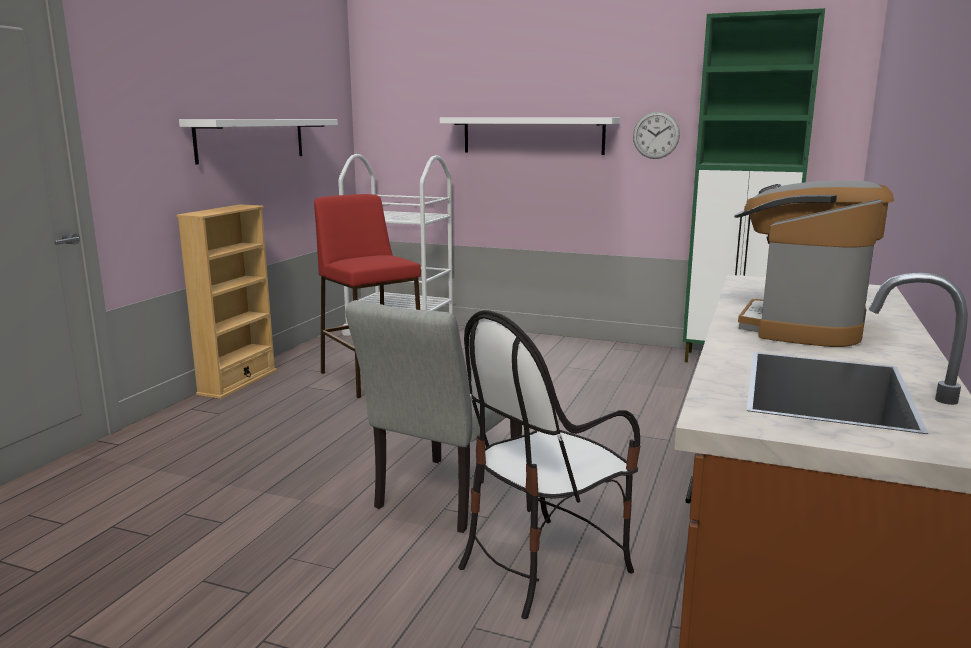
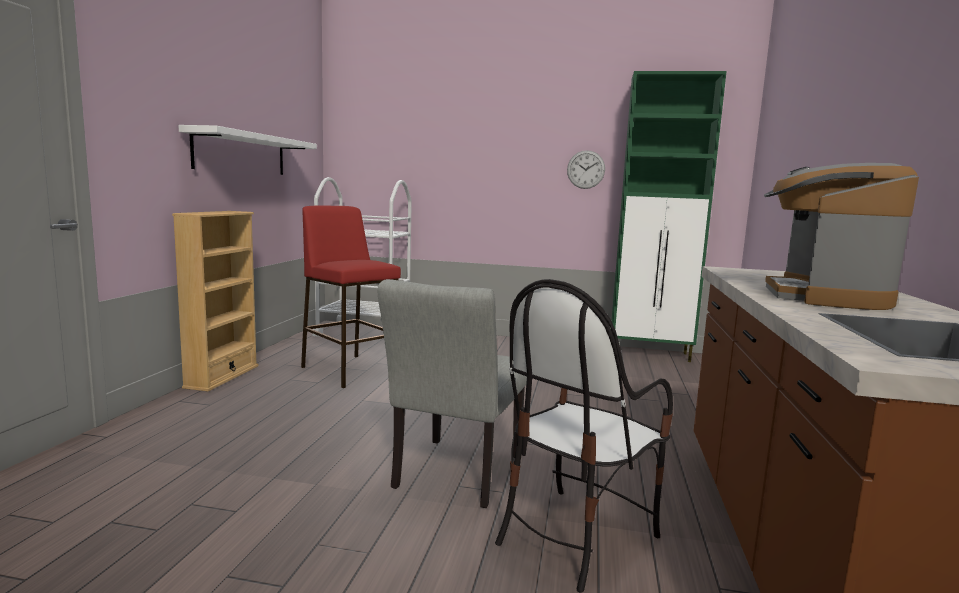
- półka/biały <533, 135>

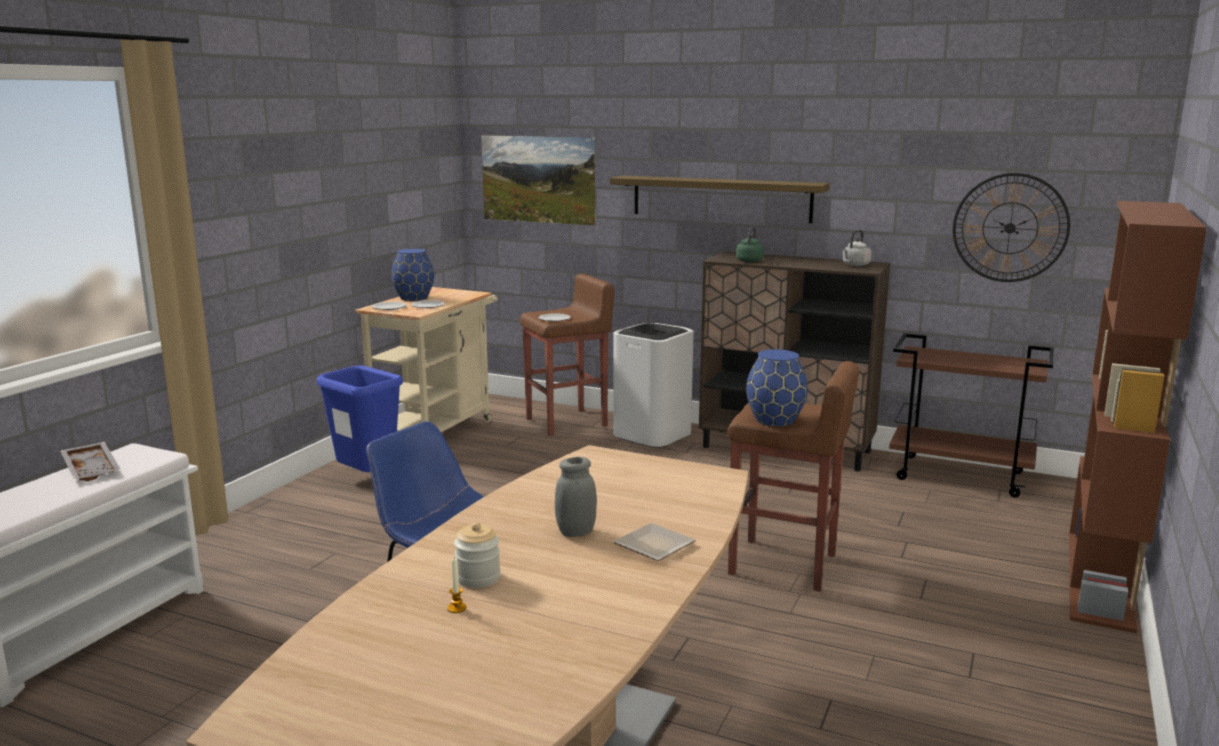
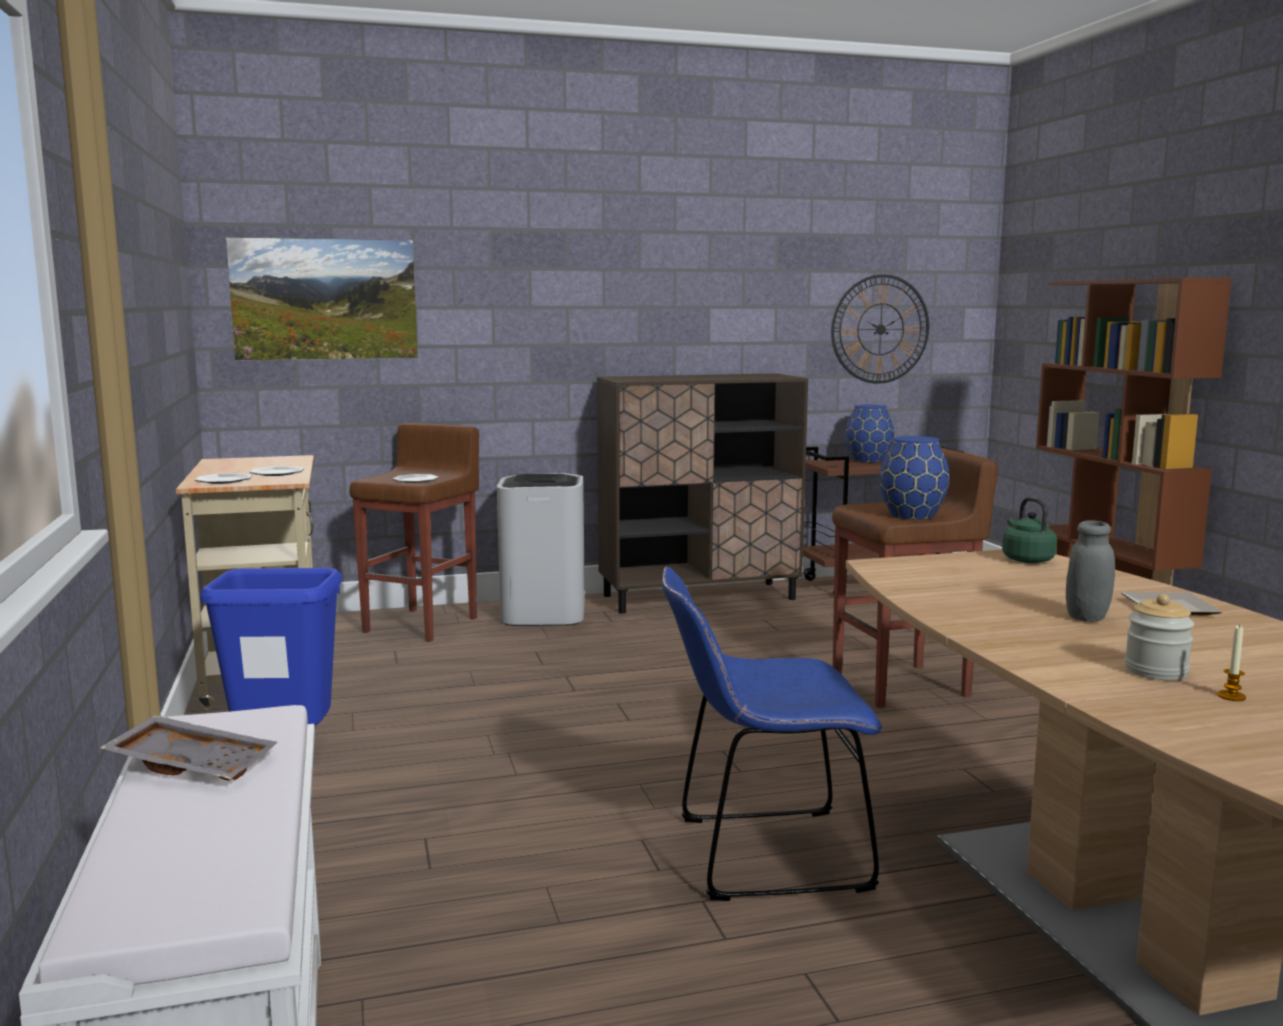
~ wazon/niebieski <414, 298> to <868, 460>
~ czajnik/zielony <750, 260> to <1026, 559>
- półka <721, 198>
- czajnik/szary <855, 265>

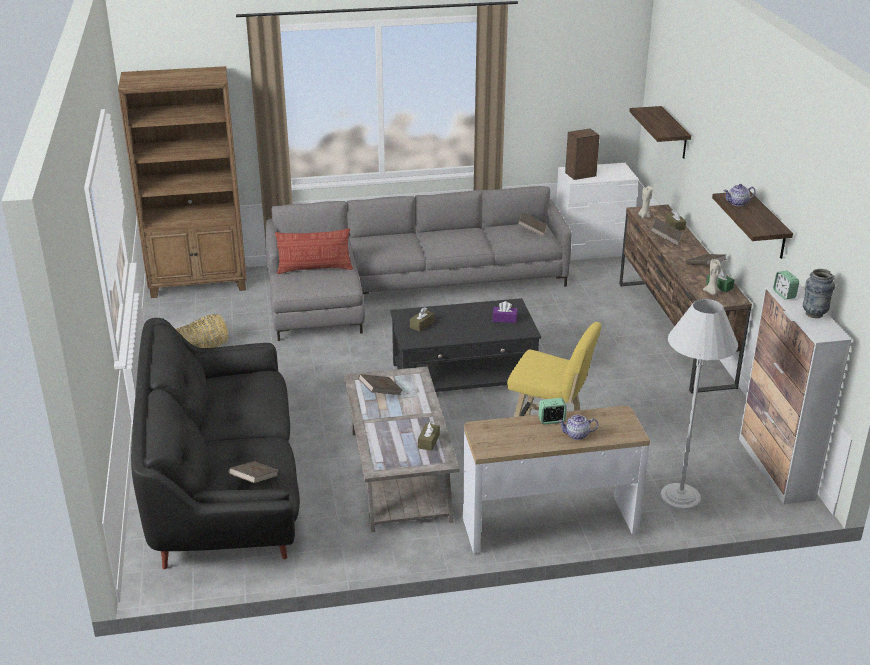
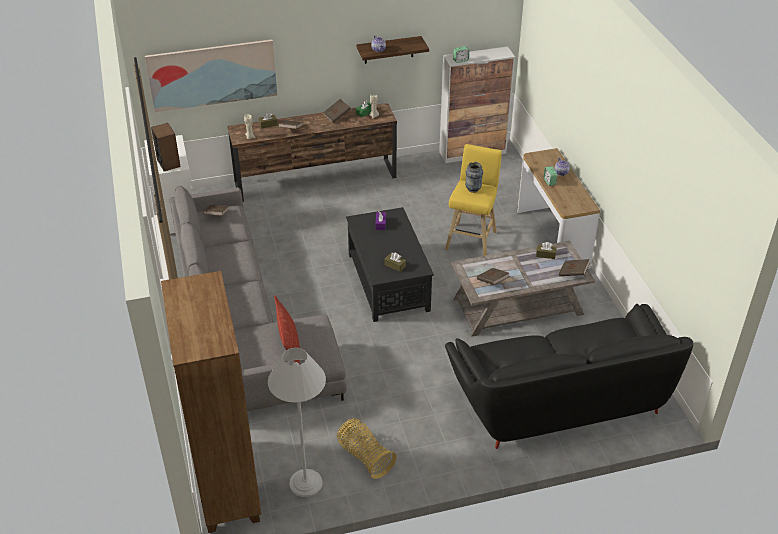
~ półka <674, 133> to obraz <212, 75>
~ lampa stojąca/biały <680, 497> to <306, 483>
~ wazon <814, 314> to <473, 189>
~ książka/brązowy <254, 480> to <573, 273>

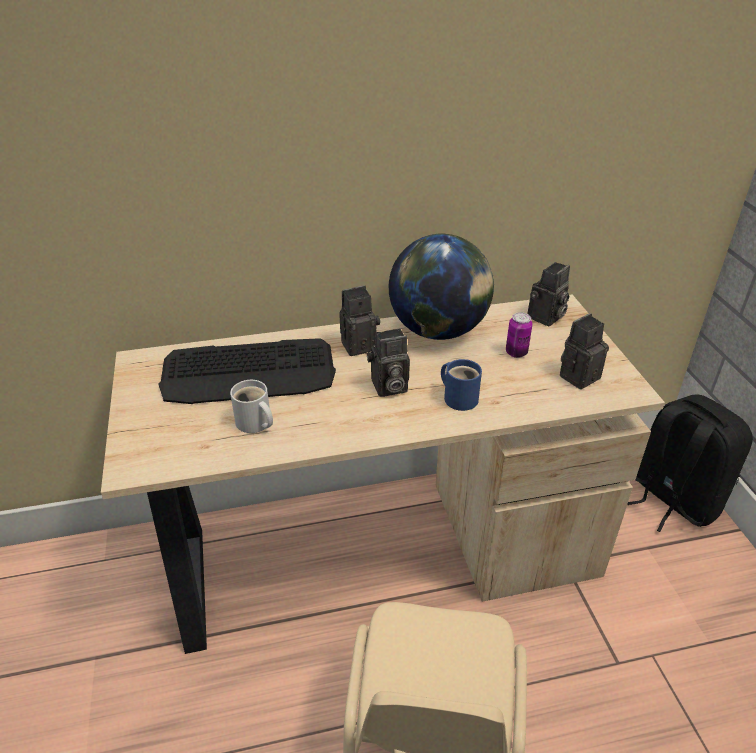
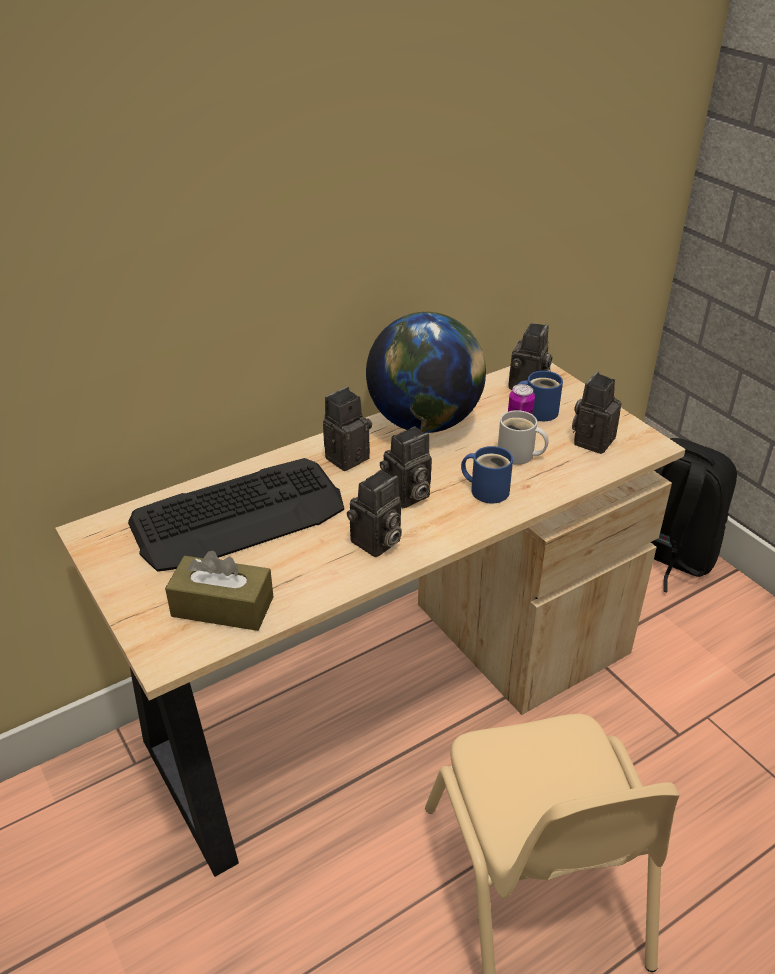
+ pudełko chusteczek/brązowy <222, 607>
+ aparat fotograficzny <376, 543>
~ kubek/biały <254, 424> to <518, 455>
+ kubek/niebieski <537, 411>

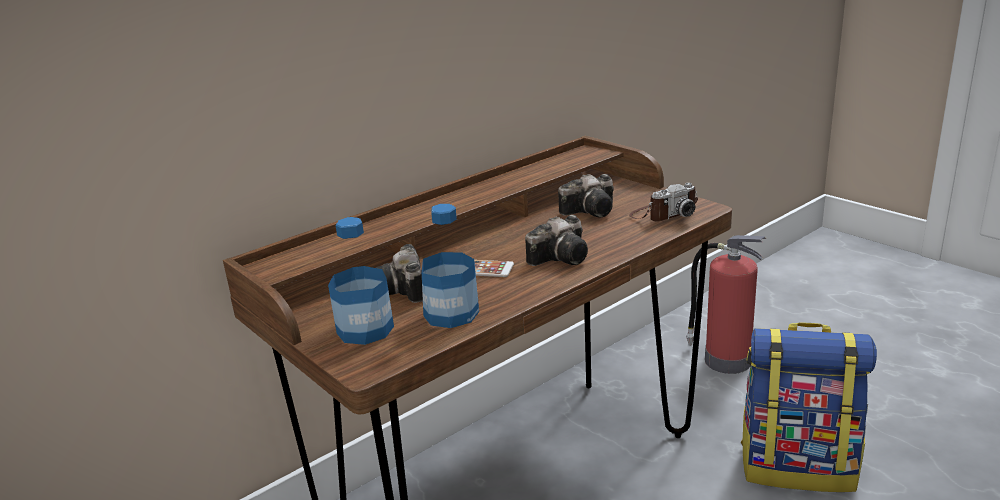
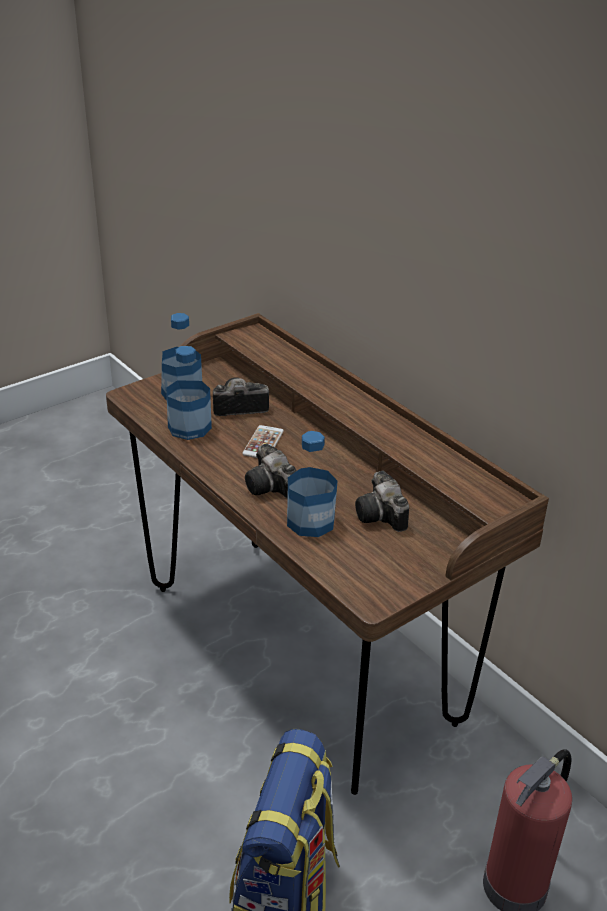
+ butelka <310, 521>
- aparat fotograficzny <664, 214>

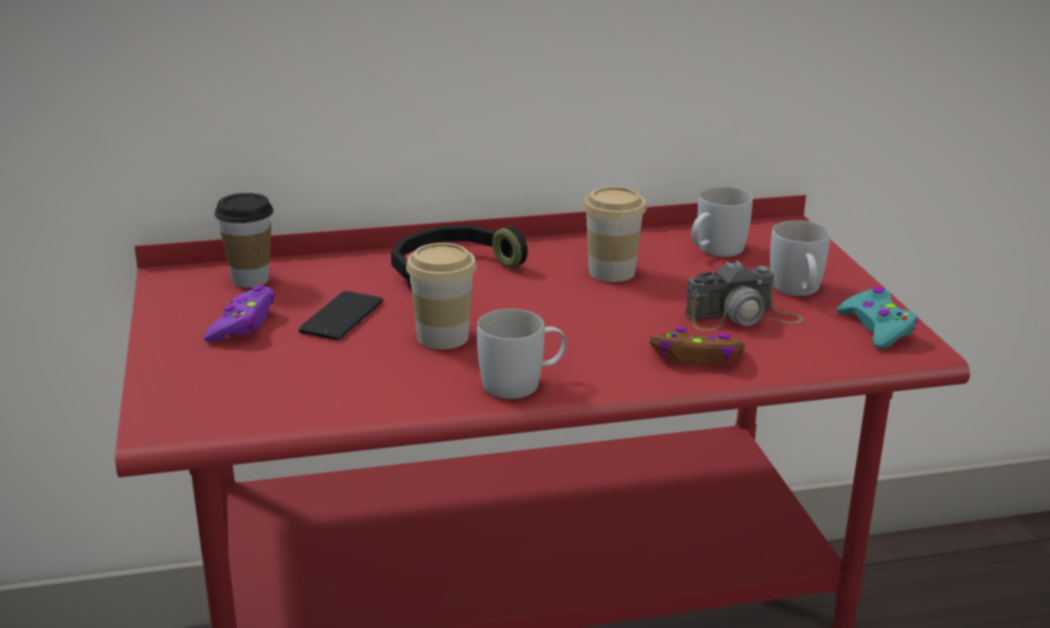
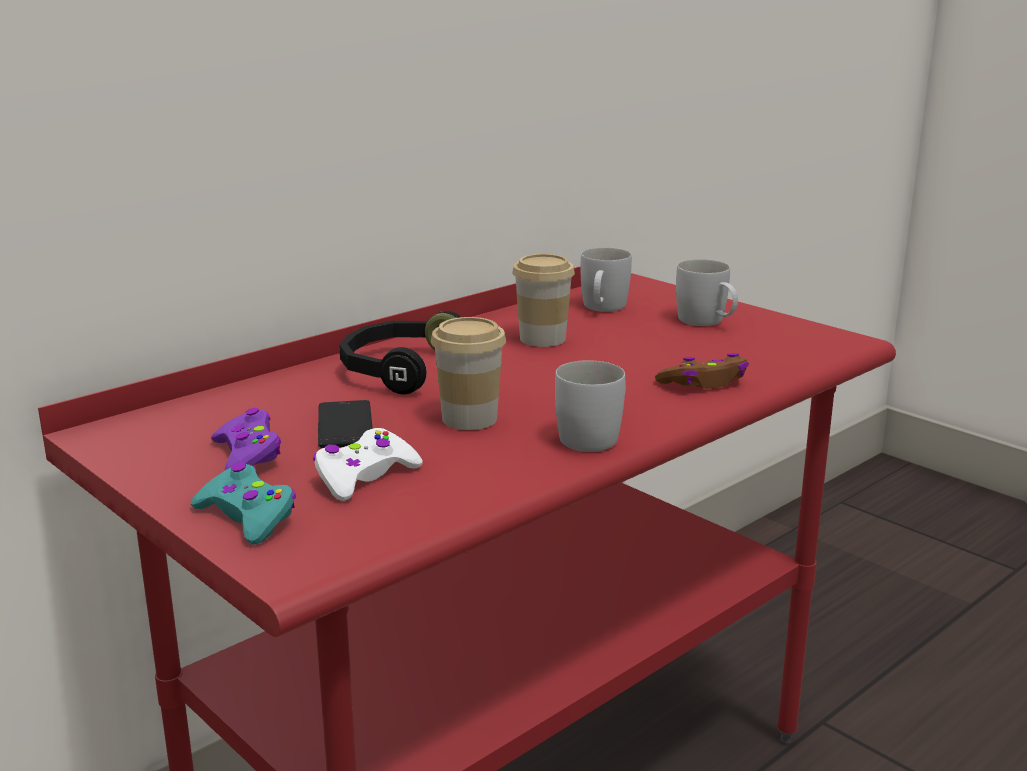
~ pad do gier/turkusowy <877, 328> to <247, 516>
+ pad do gier/biały <364, 476>
- filiżanka <250, 280>
- aparat fotograficzny <743, 317>

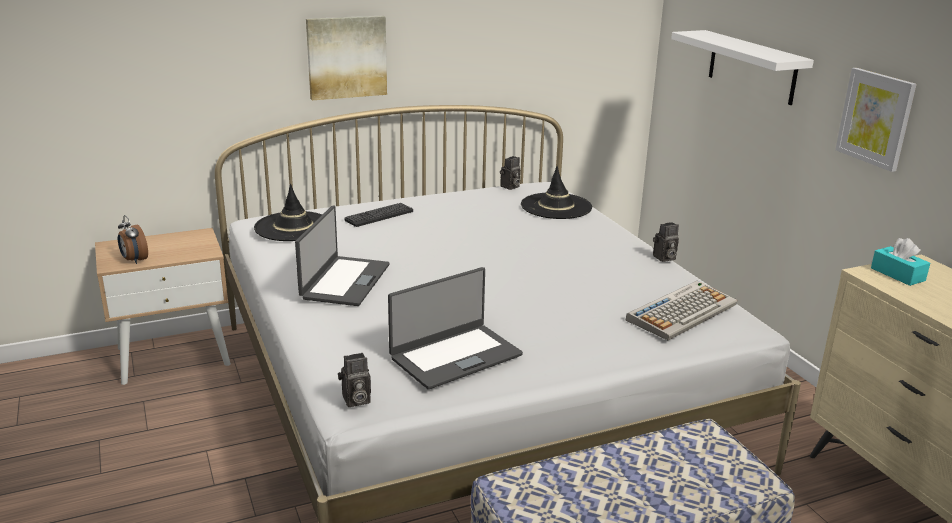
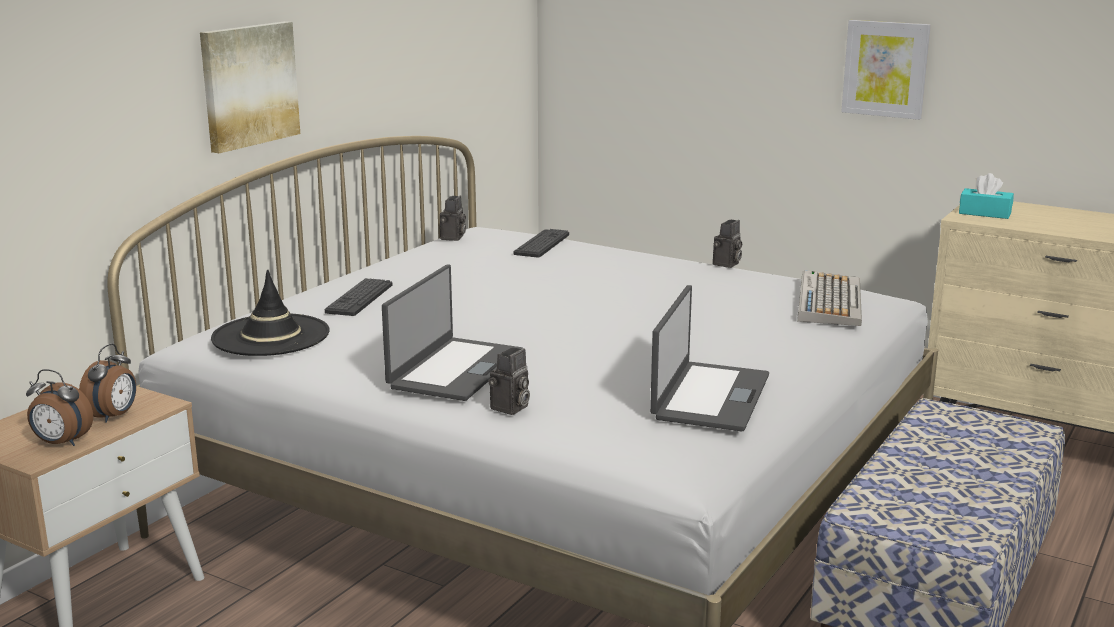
+ budzik <114, 416>
~ laptop <344, 281> = <454, 369> 45 degrees clockwise
~ aparat fotograficzny <355, 400> to <510, 408>
~ kapelusz/czarny <556, 206> to klawiatura <542, 244>
- półka/biały <752, 67>

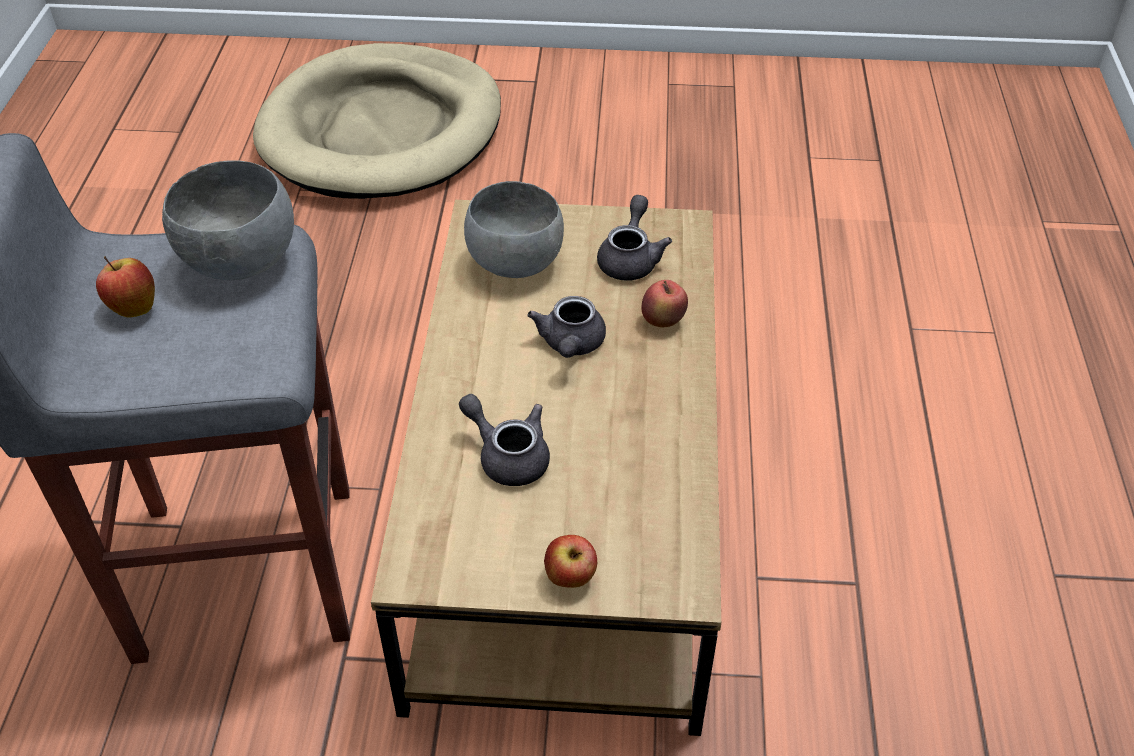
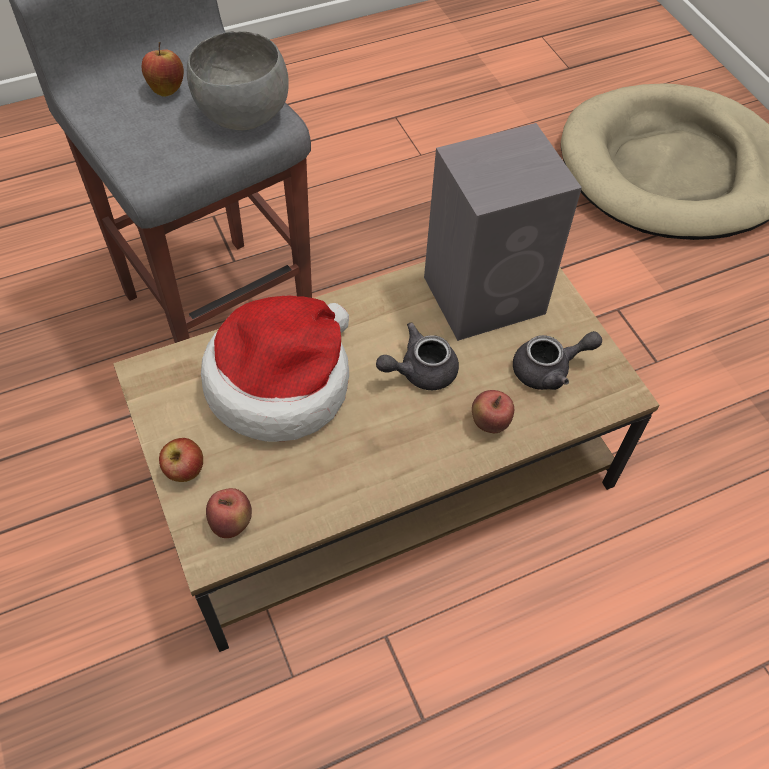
~ imbryk/szary <508, 456> to kapelusz <281, 381>
+ jabłko <232, 523>
~ miska/szary <514, 262> to głośnik/szary <487, 294>

